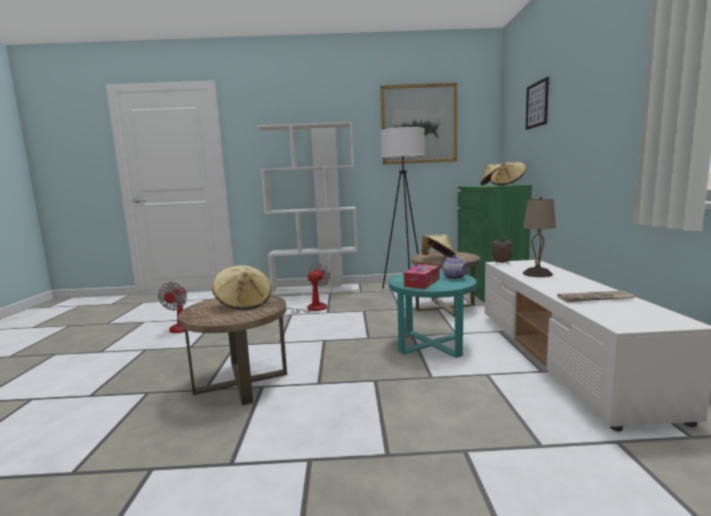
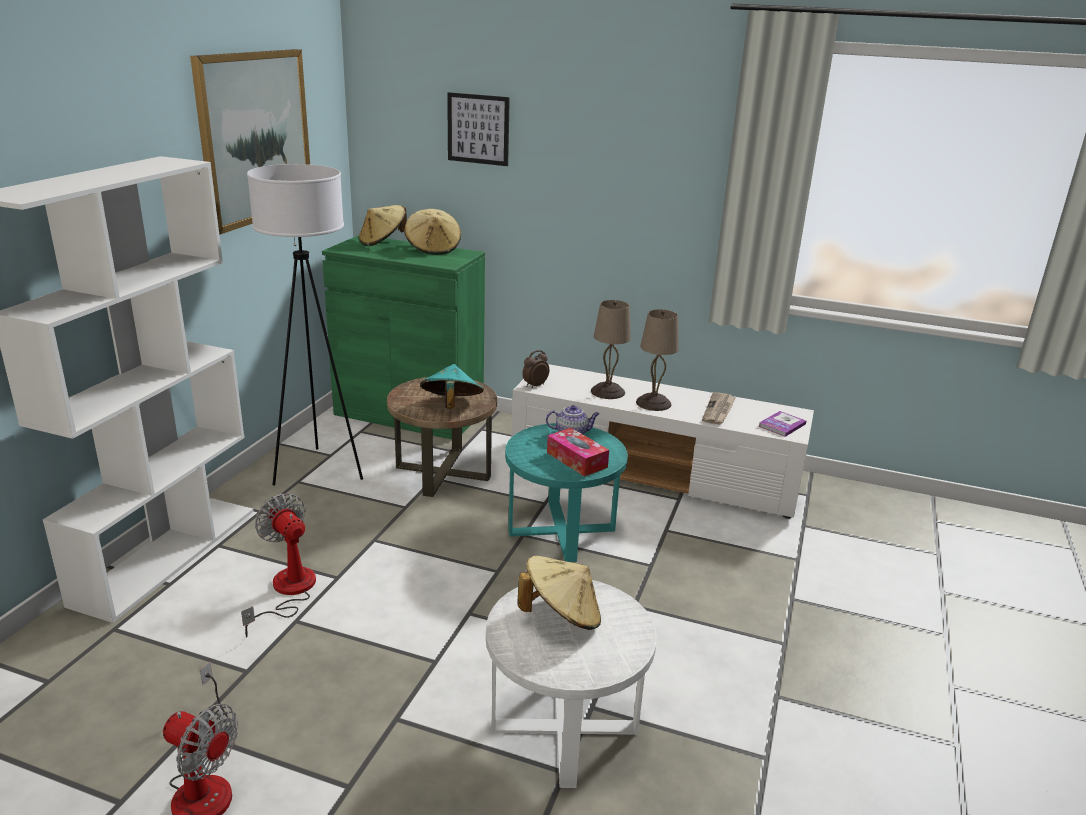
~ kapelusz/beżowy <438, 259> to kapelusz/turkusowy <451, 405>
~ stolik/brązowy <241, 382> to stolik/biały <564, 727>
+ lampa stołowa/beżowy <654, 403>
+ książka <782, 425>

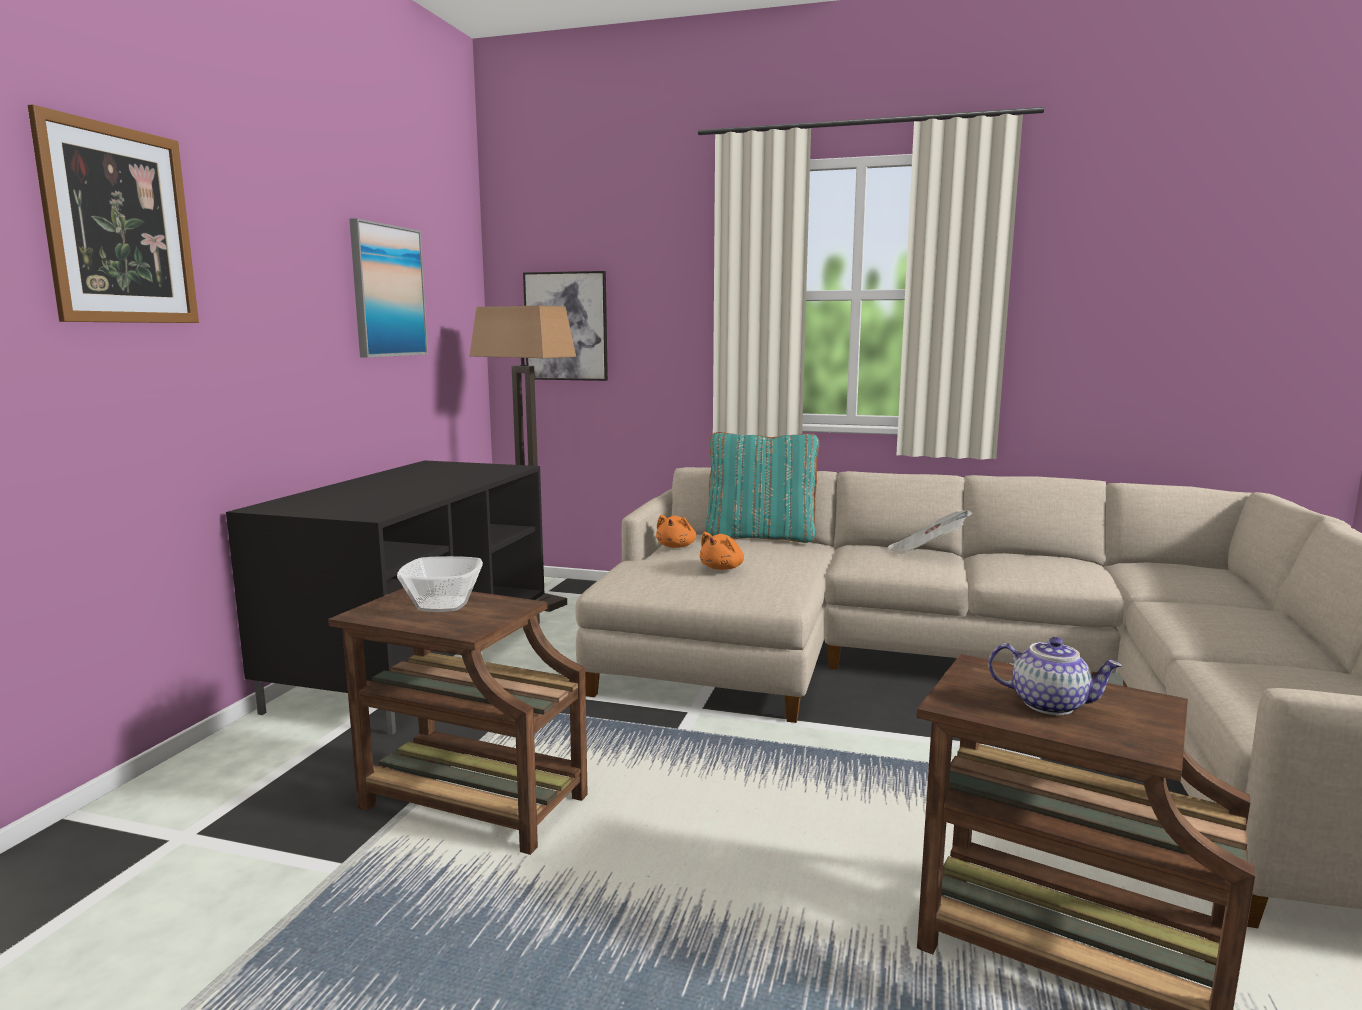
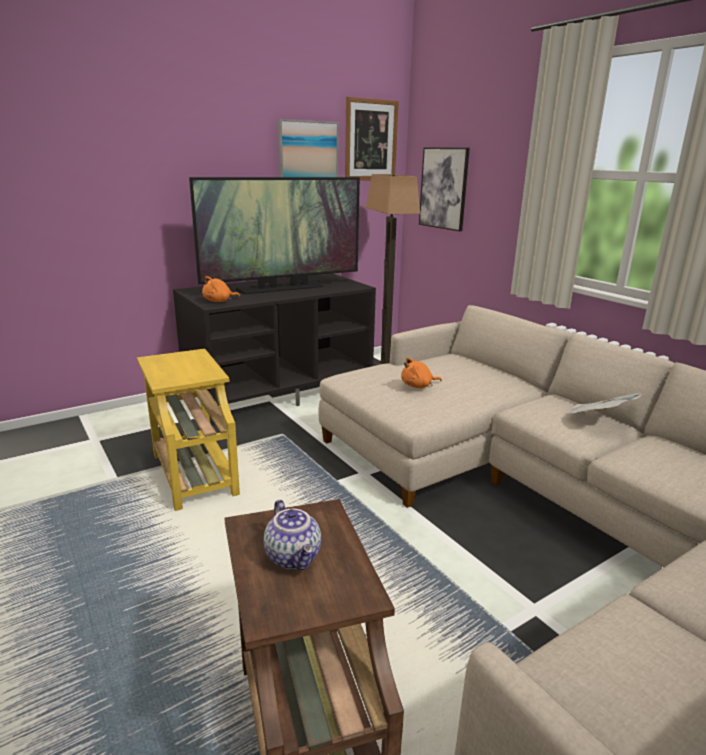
~ stolik/brązowy <468, 801> to stolik/żółty <193, 473>
+ telewizor <282, 288>
~ pluszak/pomarańczowy <676, 546> to <219, 301>
~ obraz <119, 225> to <370, 140>
- miska <442, 604>
- poduszka/turkusowy <761, 537>

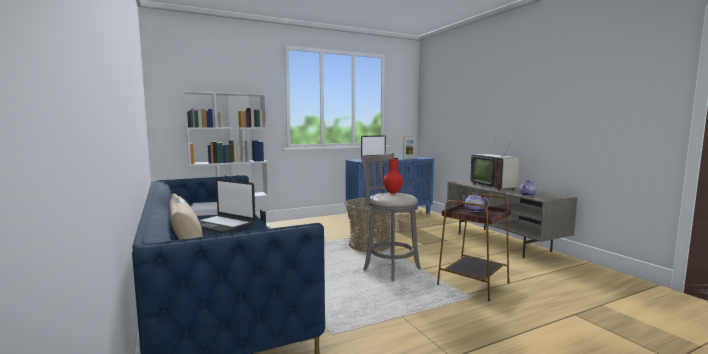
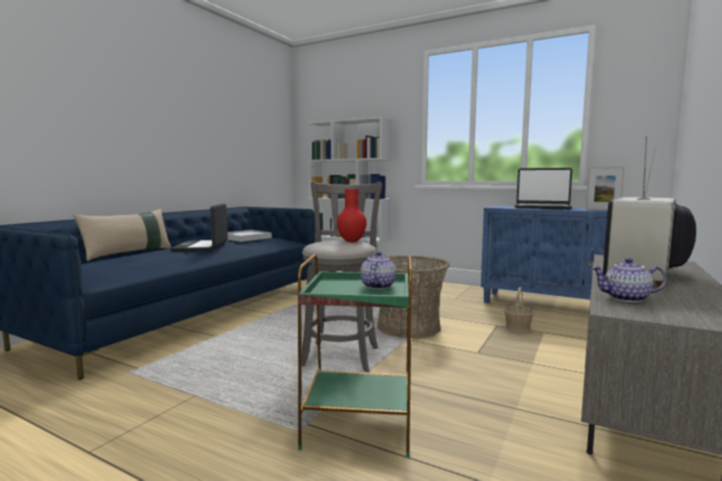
~ stolik/brązowy <472, 284> to stolik/zielony <357, 421>

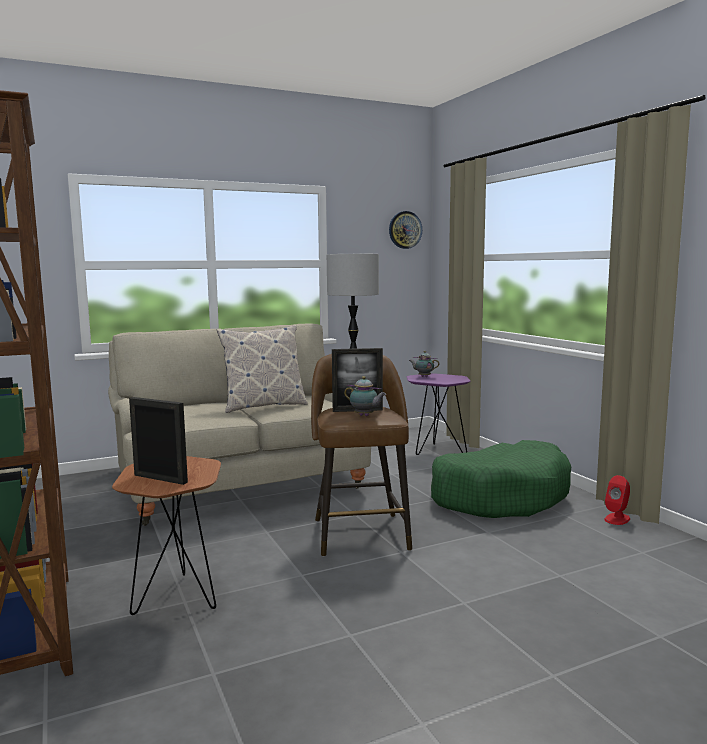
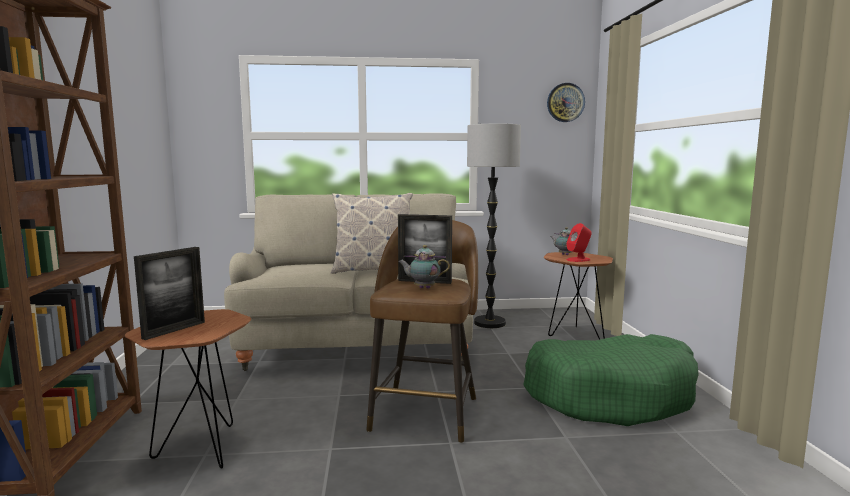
~ ramka na zdjęcie <160, 479> = <174, 330> 75 degrees clockwise
~ imbryk <365, 416> = <423, 288> 135 degrees clockwise
~ stolik/fioletowy <436, 451> to stolik/brązowy <574, 334>
~ głośnik/czerwony <617, 519> to <578, 259>

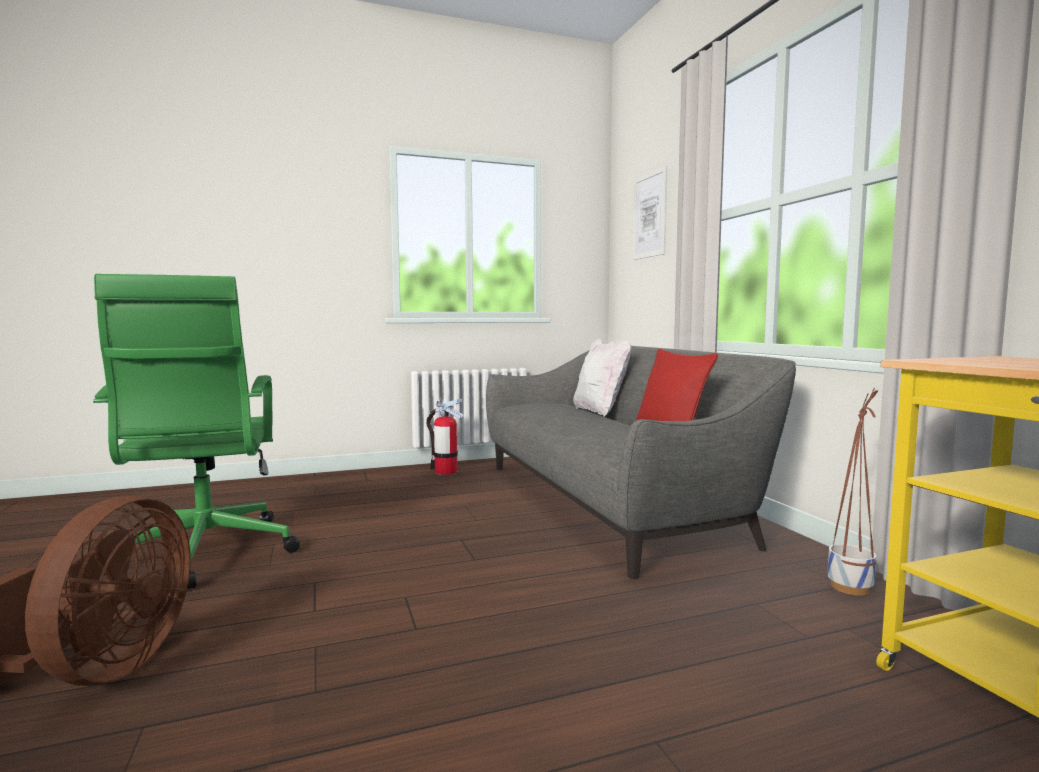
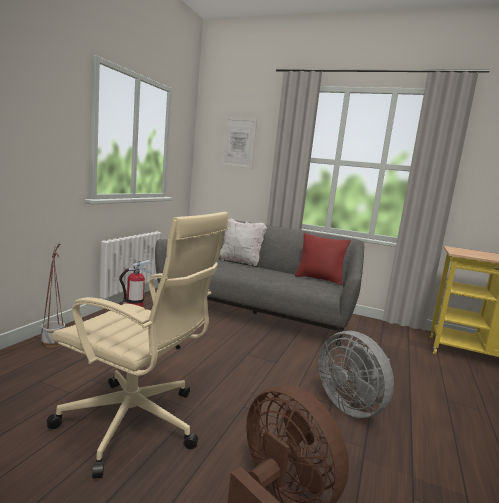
~ donica <850, 587> to <53, 343>
~ krzesło biurowe/zielony <204, 554> to krzesło biurowe/beżowy <134, 424>
+ wentylator/szary <351, 406>

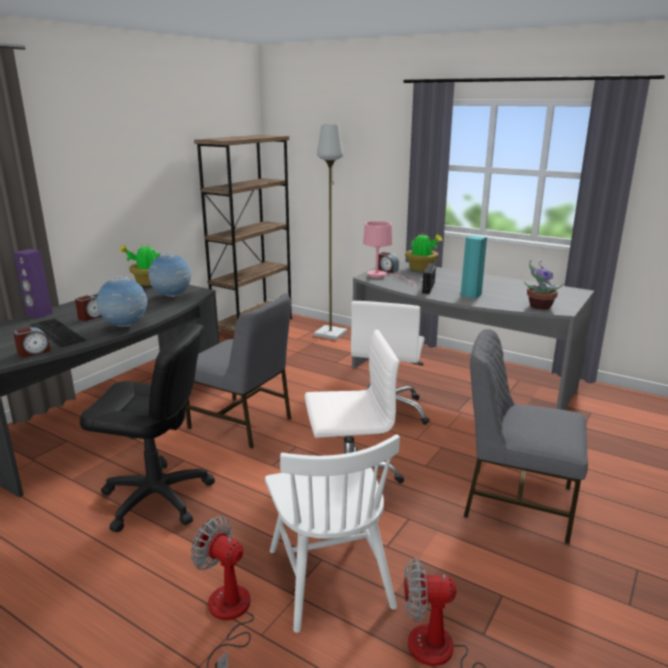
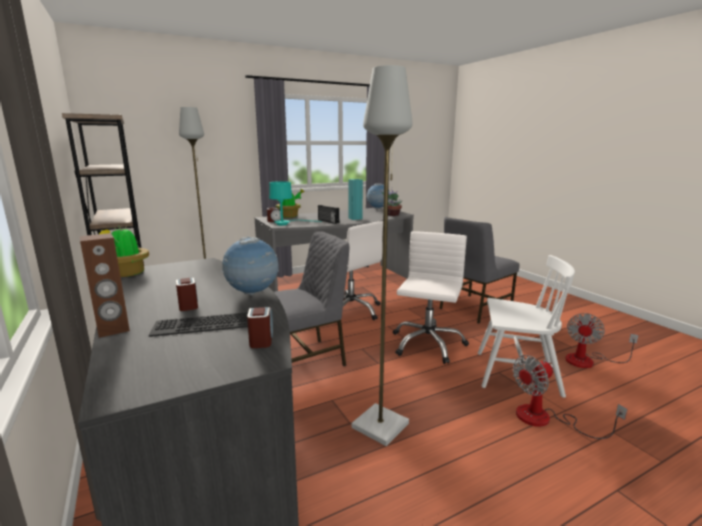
~ głośnik/fioletowy <39, 314> to głośnik/brązowy <113, 329>
~ lampa stołowa/różowy <382, 277> to lampa stołowa/turkusowy <286, 224>
~ krzesło biurowe/czarny <157, 498> to lampa stojąca/szary <381, 425>
~ globus <172, 296> to <378, 209>

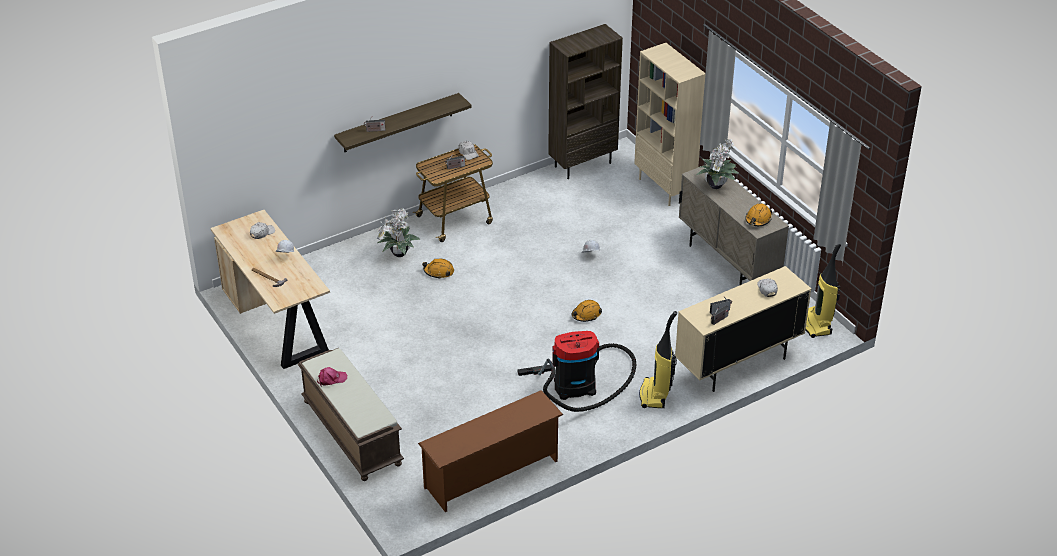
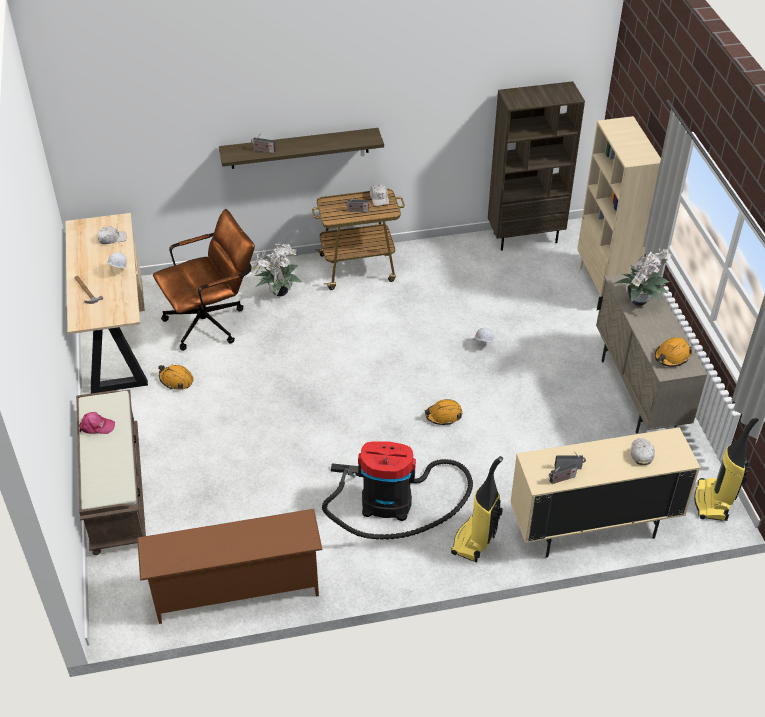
+ krzesło biurowe/brązowy <212, 321>
~ kask/pomarańczowy <439, 272> to <176, 380>

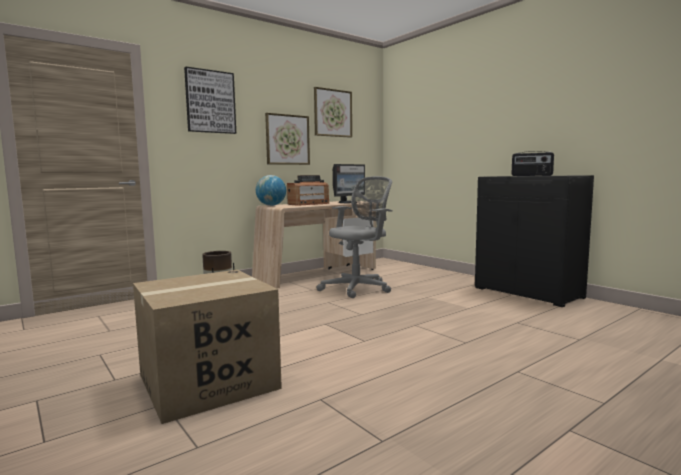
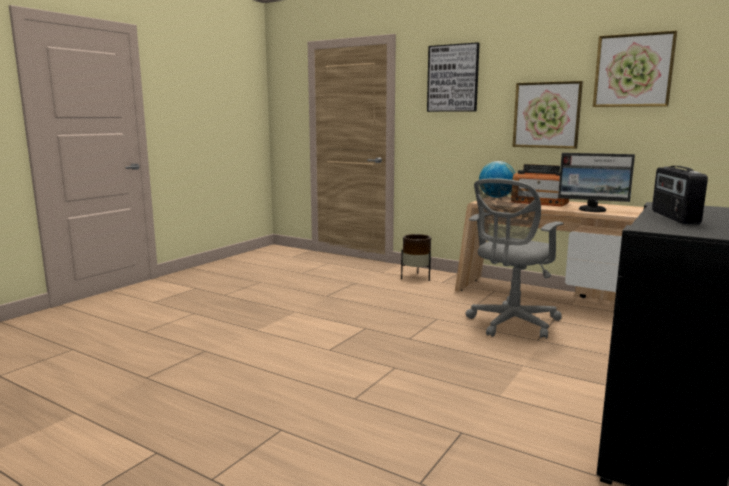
~ krzesło biurowe/szary <358, 288> = <511, 324> 105 degrees clockwise
- karton <208, 382>

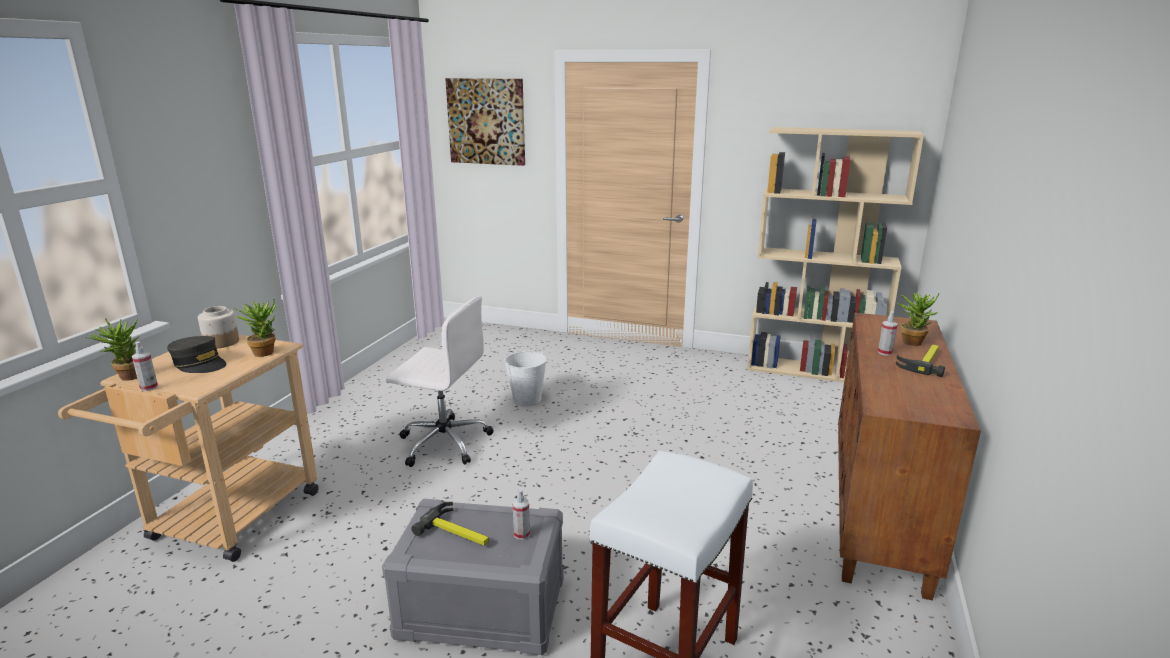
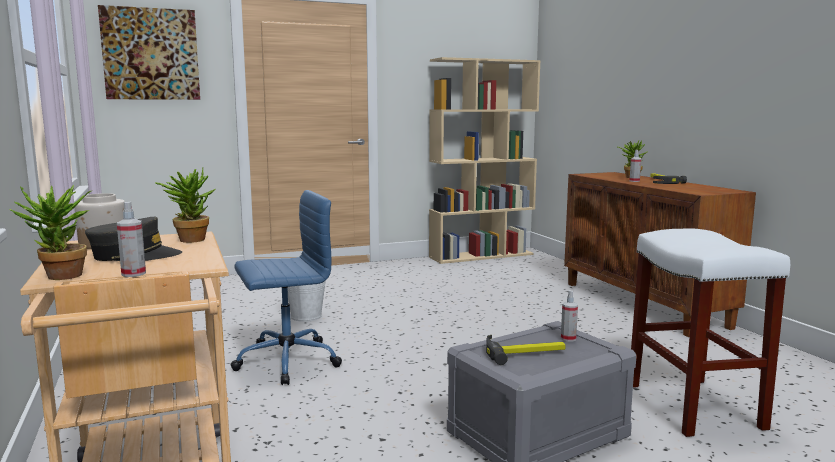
~ krzesło biurowe/biały <443, 442> to krzesło biurowe/niebieski <285, 361>

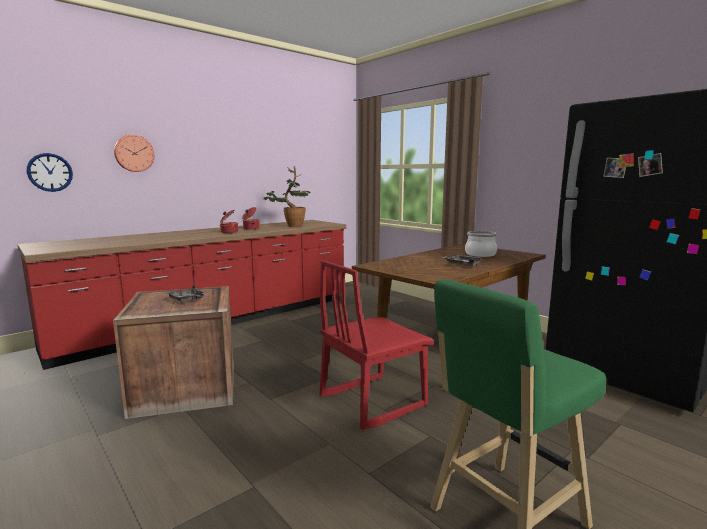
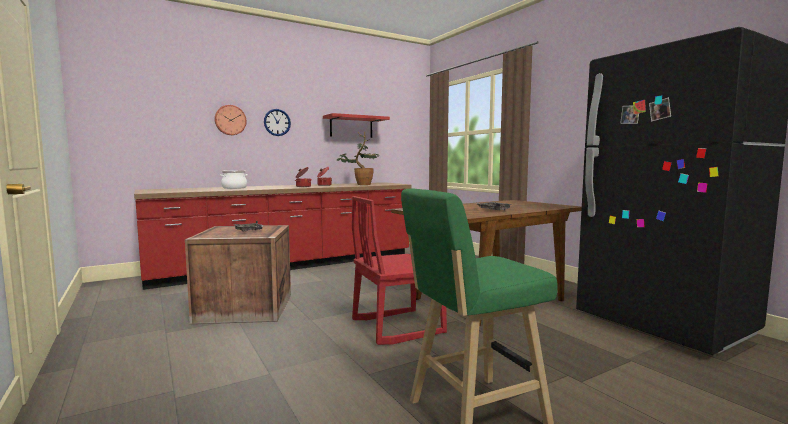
~ garnek <480, 254> to <234, 188>
~ zegar ścienny <50, 172> to <277, 122>
+ półka/czerwony <351, 127>

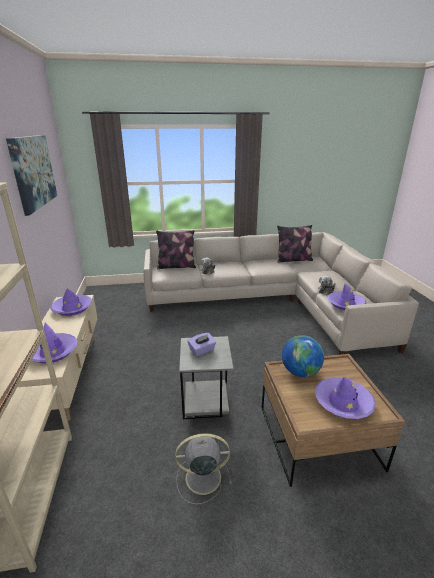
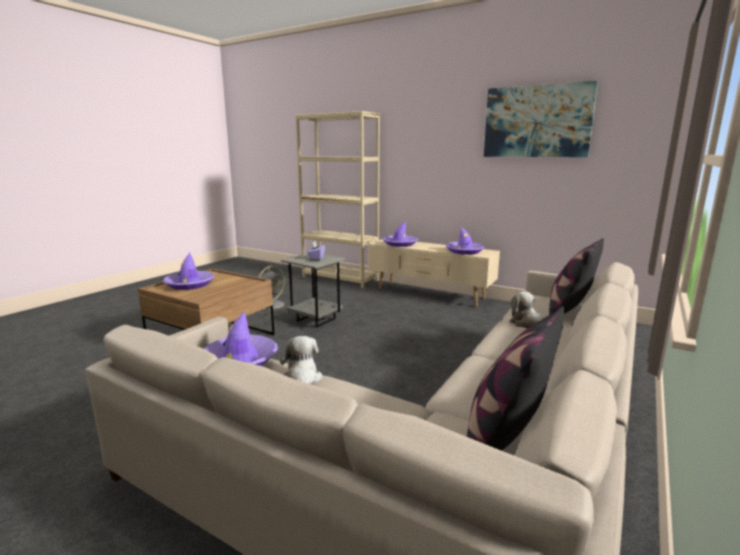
- globus <300, 372>

